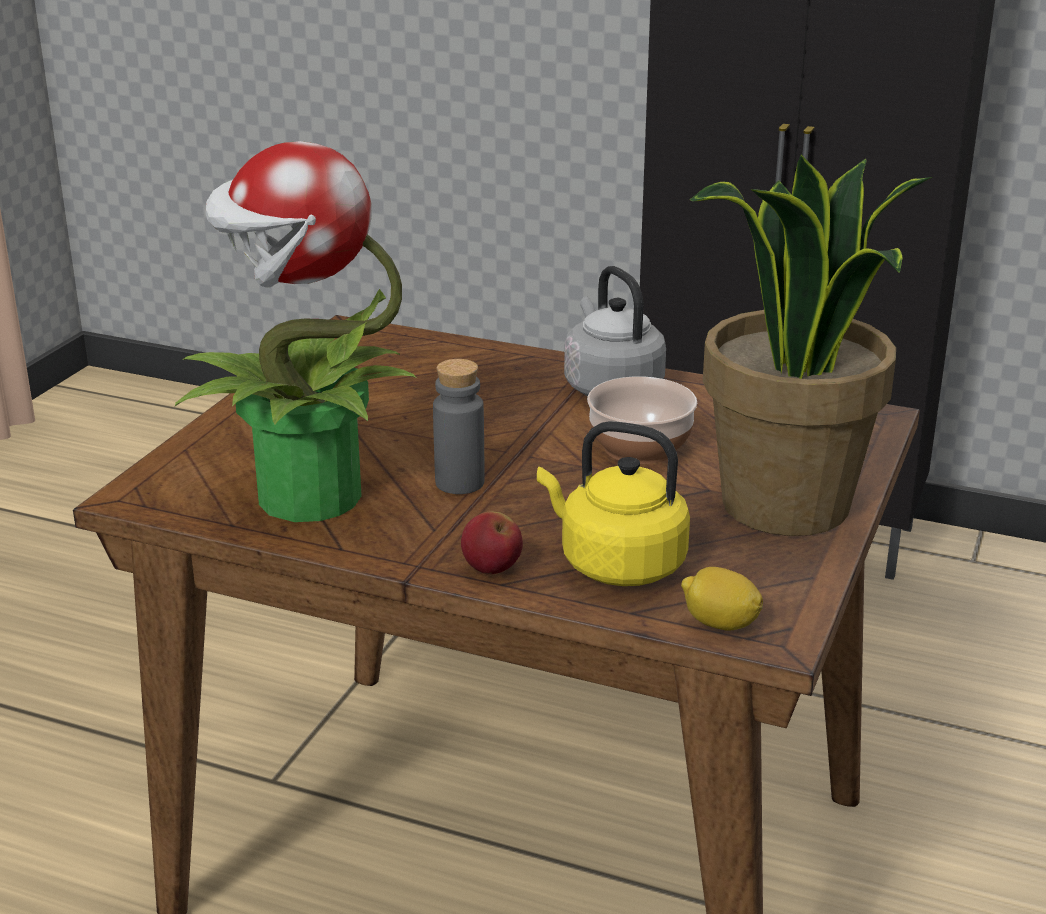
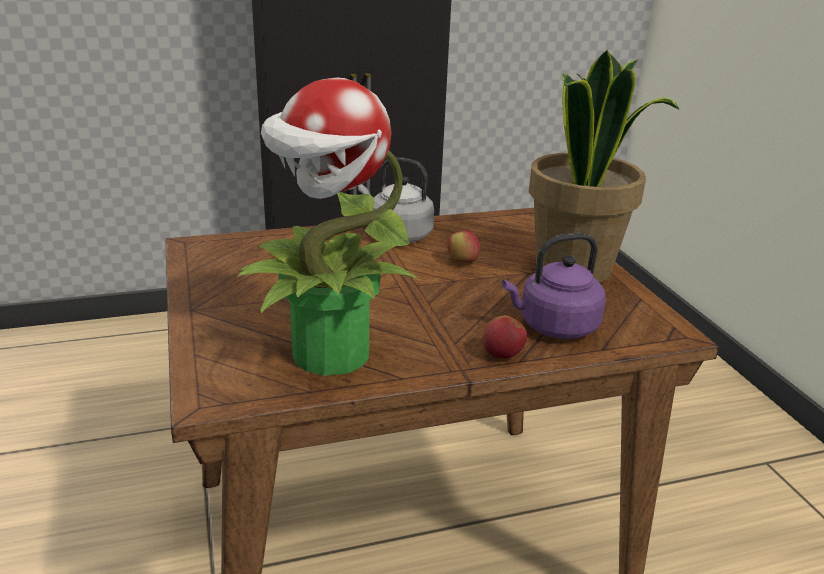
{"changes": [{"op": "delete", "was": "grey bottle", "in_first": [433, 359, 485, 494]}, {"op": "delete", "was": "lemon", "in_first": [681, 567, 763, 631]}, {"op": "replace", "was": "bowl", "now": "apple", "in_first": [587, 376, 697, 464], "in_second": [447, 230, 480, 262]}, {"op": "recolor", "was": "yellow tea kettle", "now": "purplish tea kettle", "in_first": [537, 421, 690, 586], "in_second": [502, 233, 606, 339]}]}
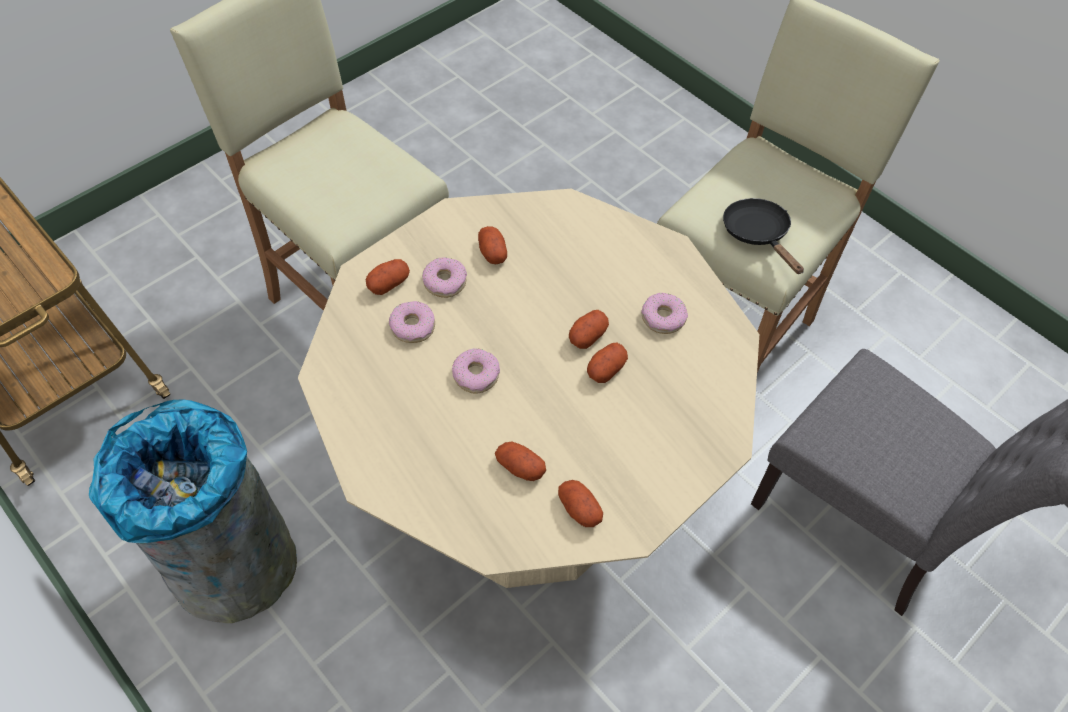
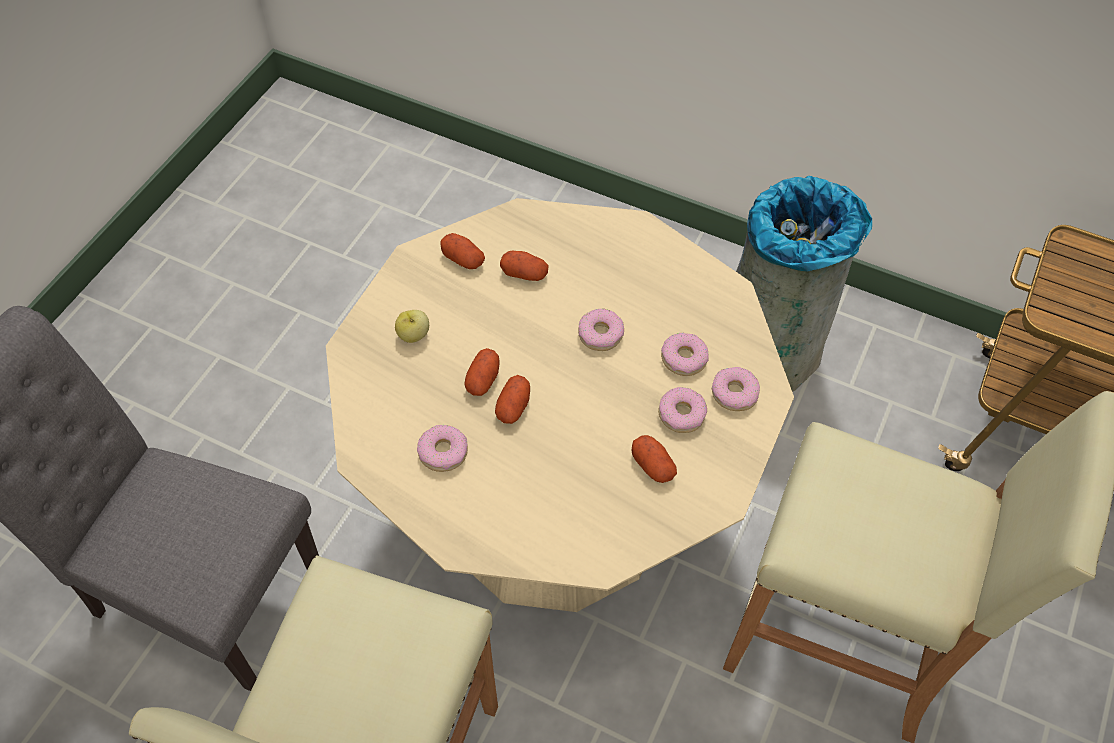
{"changes": [{"op": "delete", "was": "black pan", "in_first": [723, 198, 804, 274]}, {"op": "insert", "now": "apple", "in_second": [395, 310, 429, 343]}, {"op": "replace", "was": "spud", "now": "donut", "in_first": [366, 259, 410, 295], "in_second": [712, 367, 760, 411]}]}
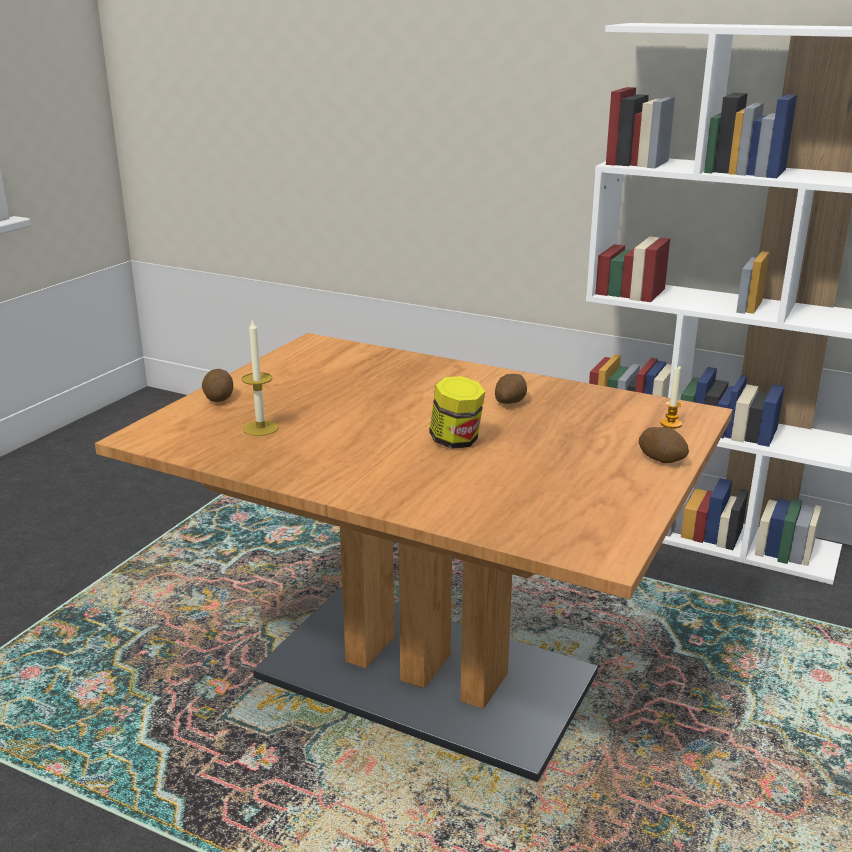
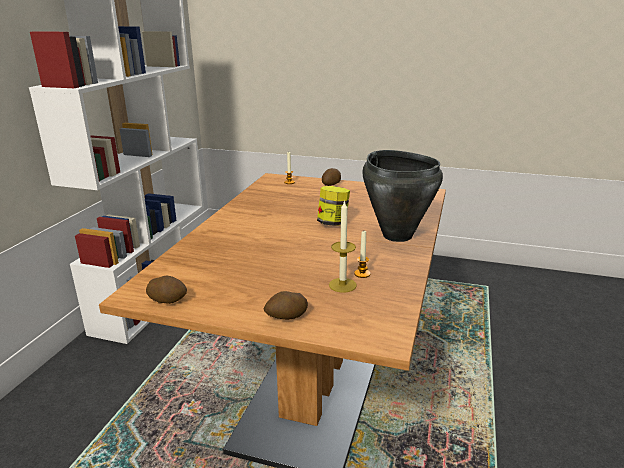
{"changes": [{"op": "insert", "now": "wax light", "in_second": [354, 231, 371, 278]}, {"op": "insert", "now": "black cooking pot", "in_second": [362, 150, 443, 242]}, {"op": "move", "was": "spud", "in_first": [495, 374, 527, 404], "in_second": [146, 276, 187, 304]}]}
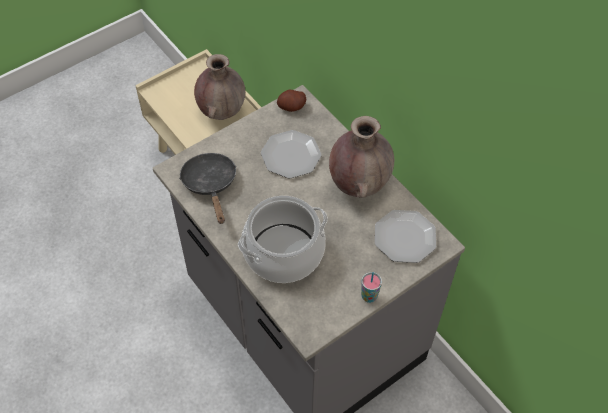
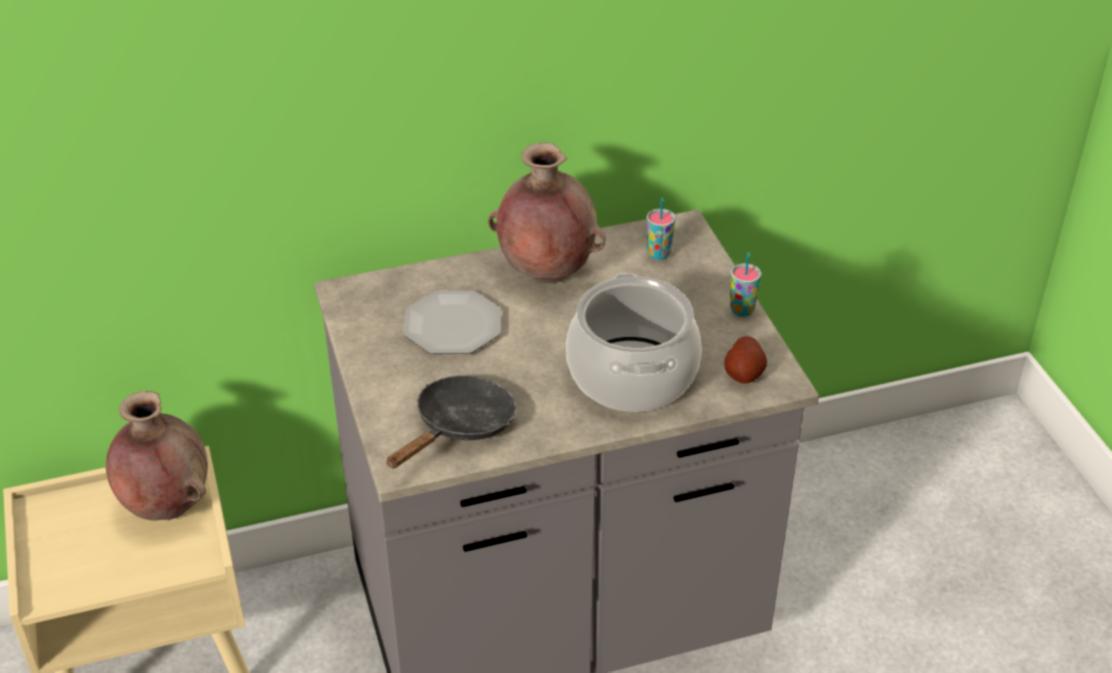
{"changes": [{"op": "move", "was": "spud", "in_first": [277, 90, 306, 112], "in_second": [724, 336, 767, 383]}, {"op": "replace", "was": "flat dish", "now": "cup", "in_first": [375, 210, 436, 263], "in_second": [647, 197, 675, 260]}, {"op": "rotate", "was": "black pan", "in_first": [179, 153, 236, 224], "in_second": [386, 376, 516, 468], "clockwise": 120}]}
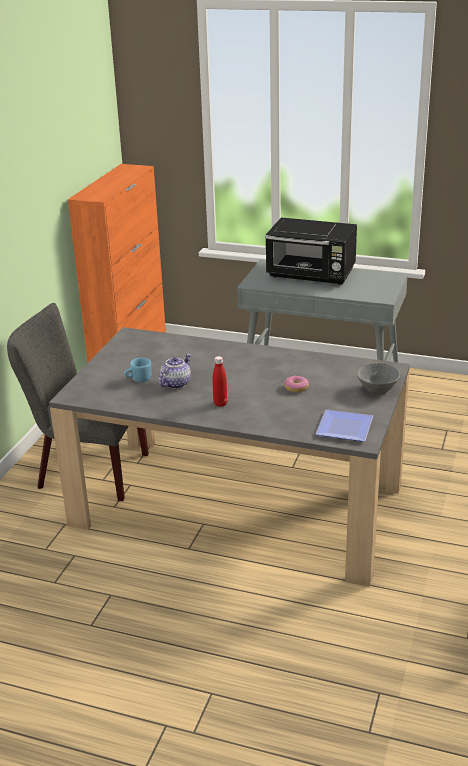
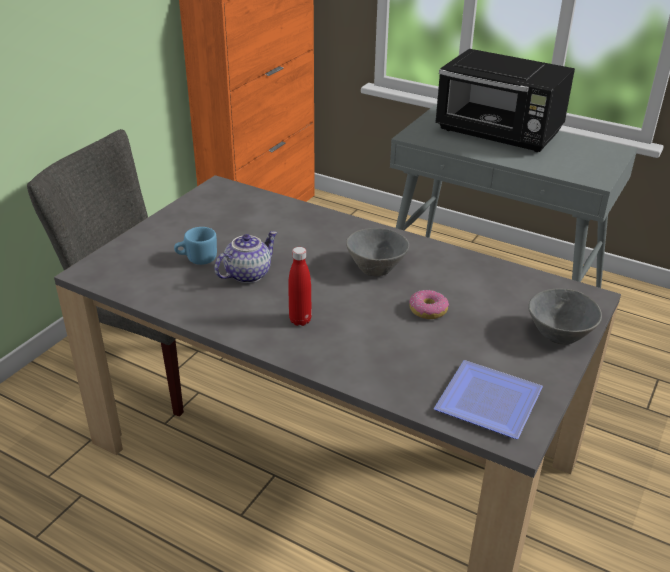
{"changes": [{"op": "insert", "now": "grey bowl", "in_second": [346, 228, 409, 277]}]}
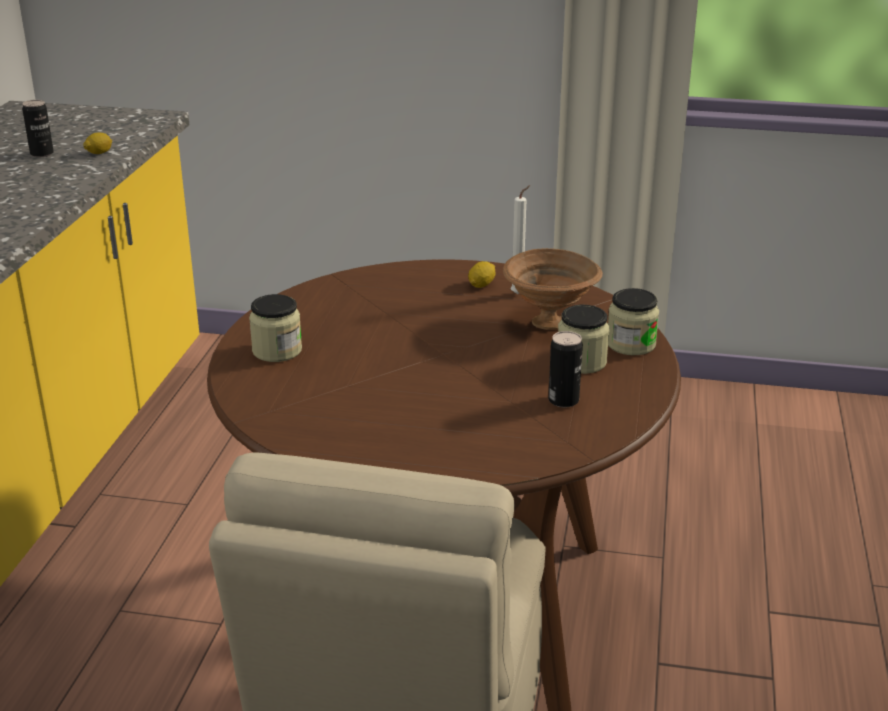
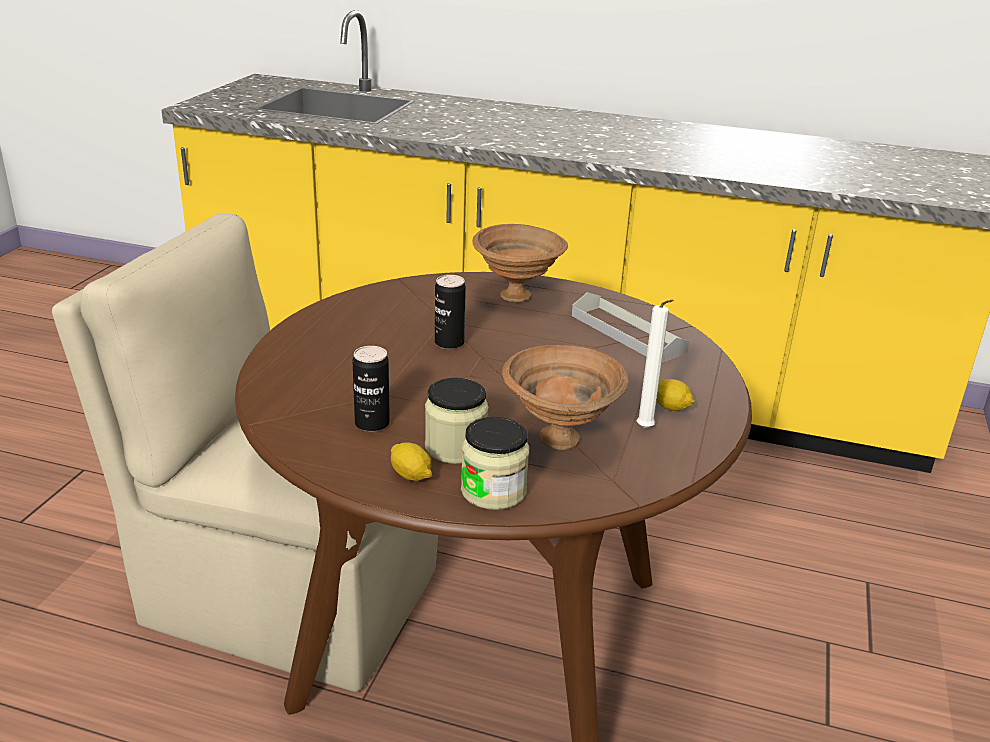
{"changes": [{"op": "insert", "now": "grey tray", "in_second": [572, 292, 689, 363]}, {"op": "move", "was": "metal can", "in_first": [22, 100, 54, 157], "in_second": [435, 275, 466, 349]}, {"op": "move", "was": "lemon", "in_first": [83, 133, 112, 154], "in_second": [391, 442, 432, 481]}, {"op": "replace", "was": "jar", "now": "brownish bowl", "in_first": [249, 294, 302, 362], "in_second": [472, 224, 568, 302]}]}
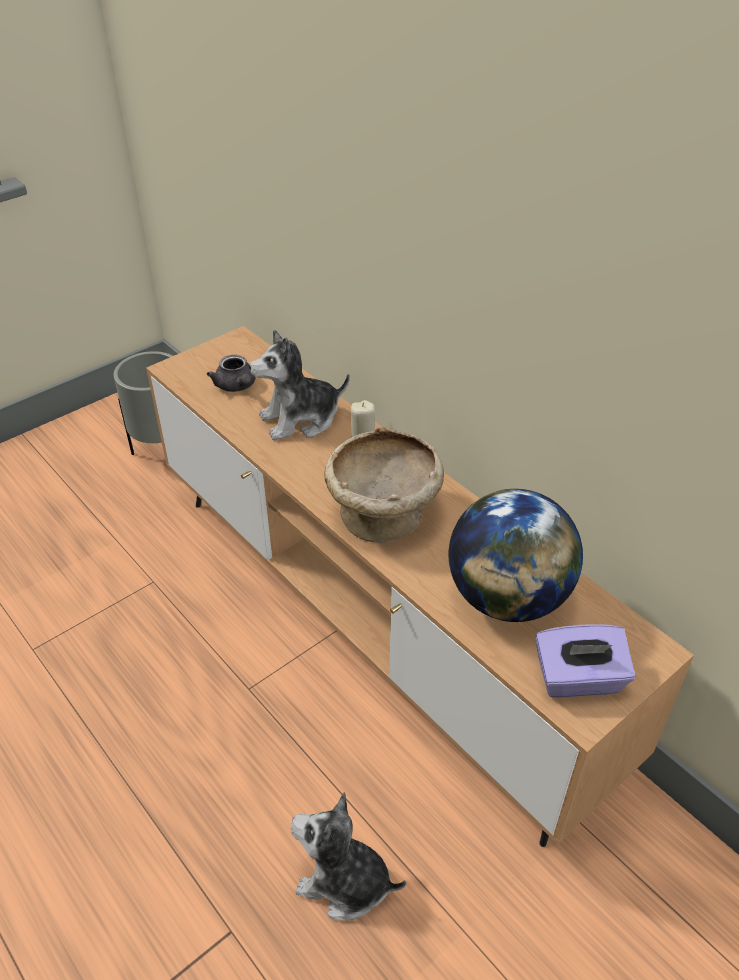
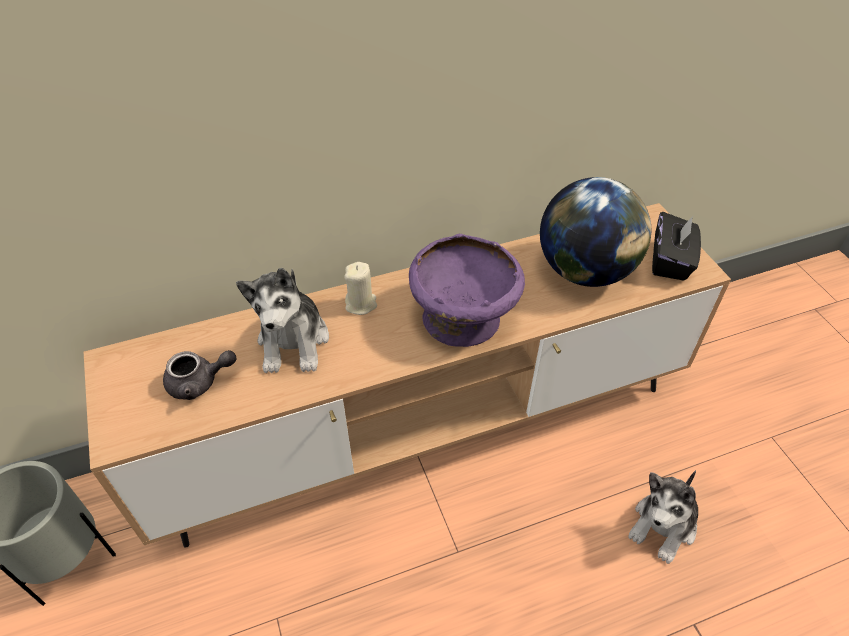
{"changes": [{"op": "recolor", "was": "beige bowl", "now": "purplish bowl", "in_first": [324, 426, 444, 543], "in_second": [409, 234, 525, 347]}, {"op": "recolor", "was": "purplish tissue box", "now": "black tissue box", "in_first": [535, 624, 635, 698], "in_second": [652, 212, 701, 281]}]}
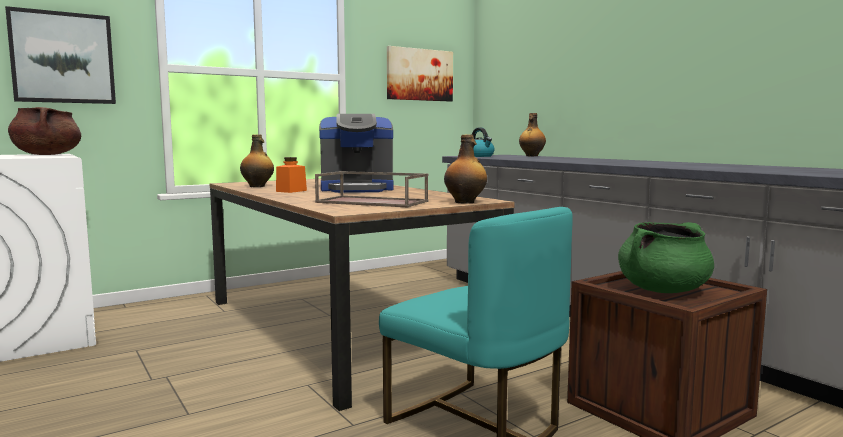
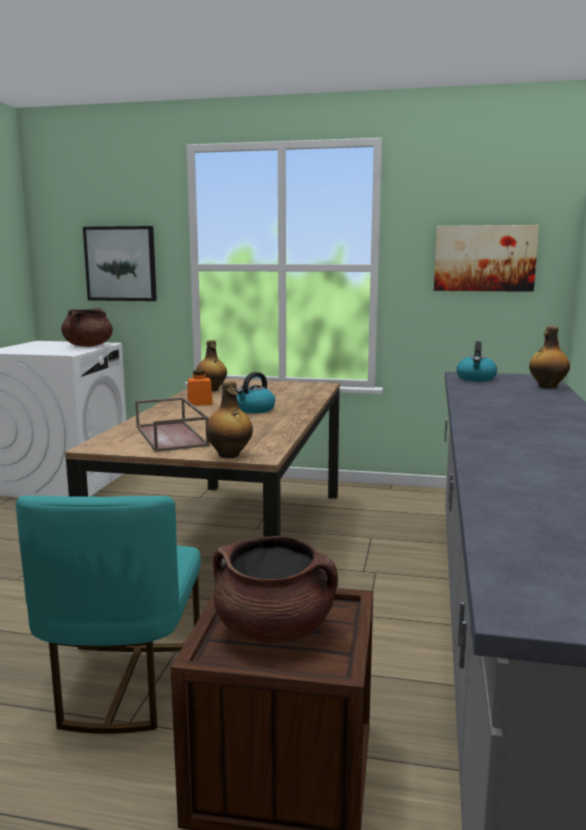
{"changes": [{"op": "replace", "was": "coffee machine", "now": "tea kettle", "in_first": [319, 114, 393, 193], "in_second": [236, 372, 275, 413]}, {"op": "recolor", "was": "green-coloured cooking pot", "now": "brownish cooking pot", "in_first": [618, 222, 714, 293], "in_second": [213, 536, 338, 643]}]}
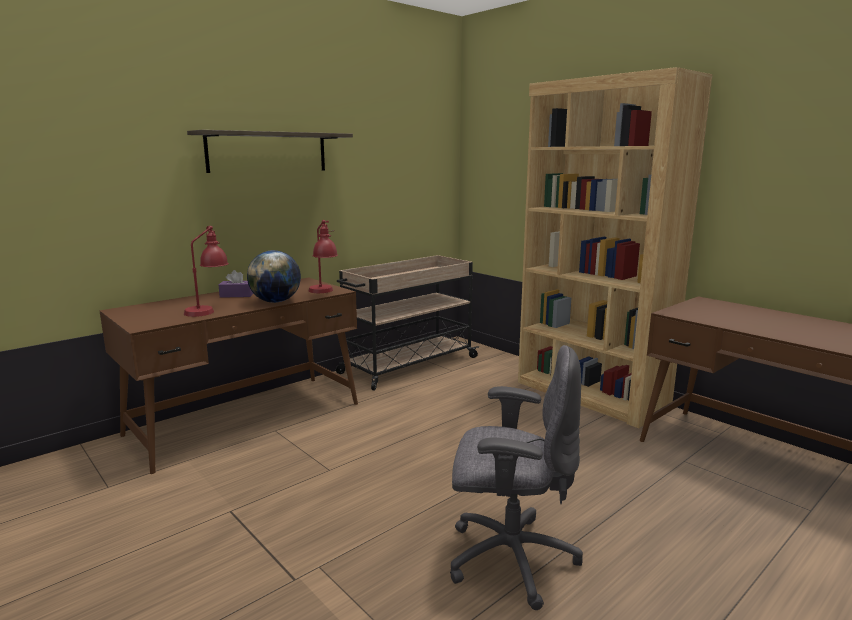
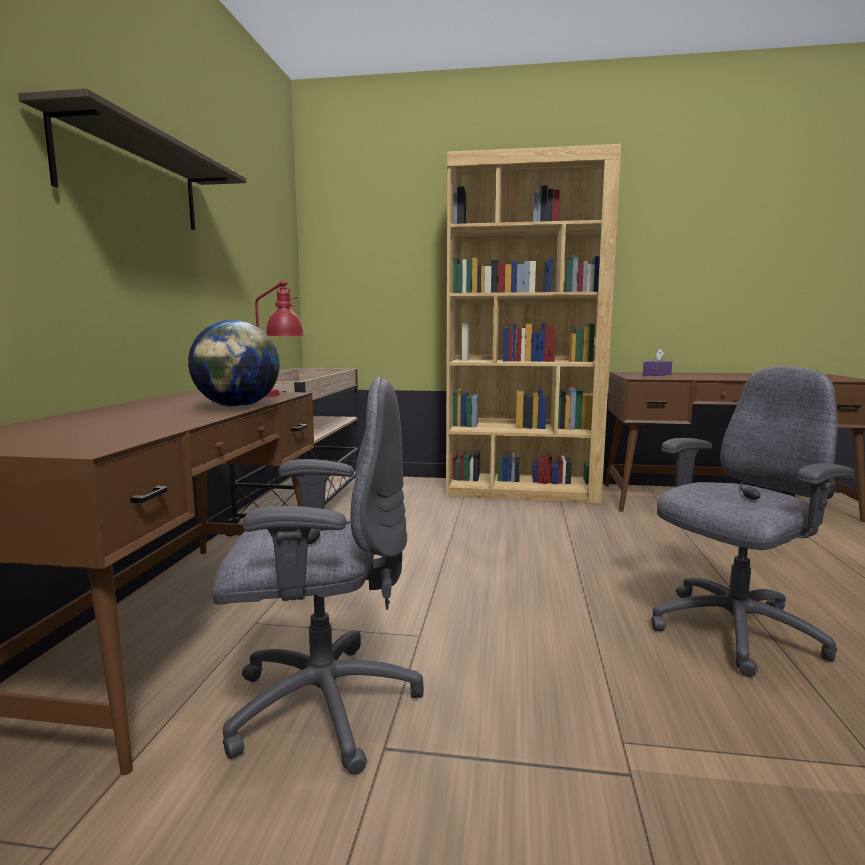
{"changes": [{"op": "delete", "was": "reddish table lamp", "in_first": [184, 226, 229, 317]}, {"op": "insert", "now": "grey desk chair", "in_second": [212, 377, 424, 775]}, {"op": "move", "was": "purplish tissue box", "in_first": [219, 270, 254, 298], "in_second": [643, 349, 672, 376]}]}
